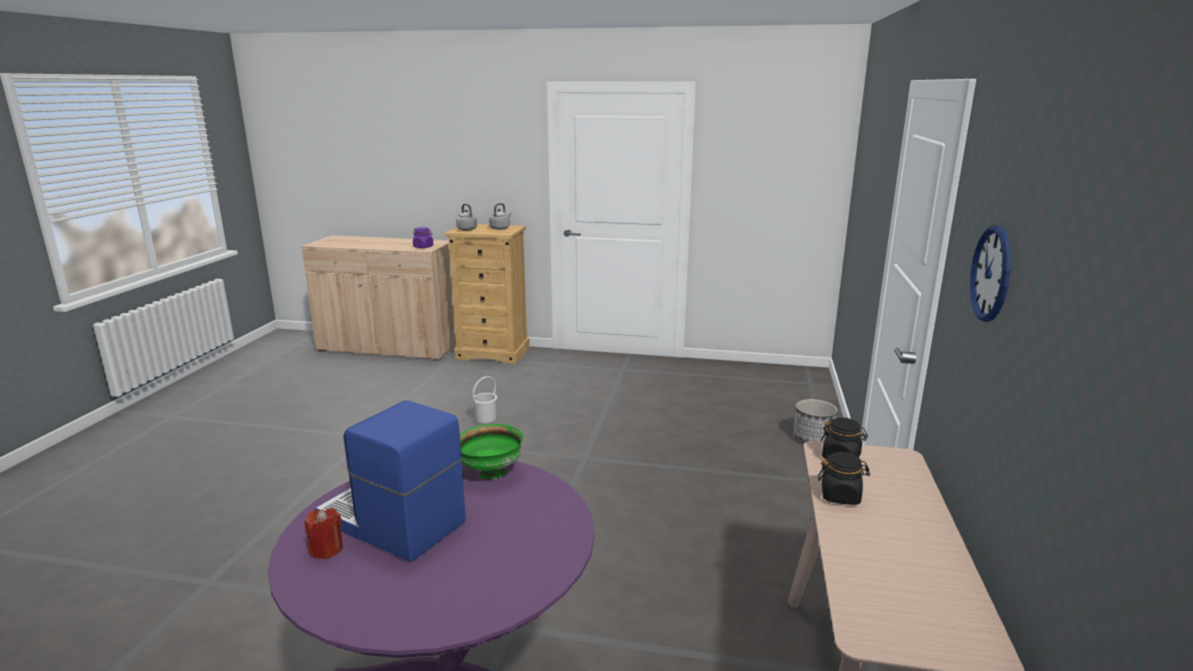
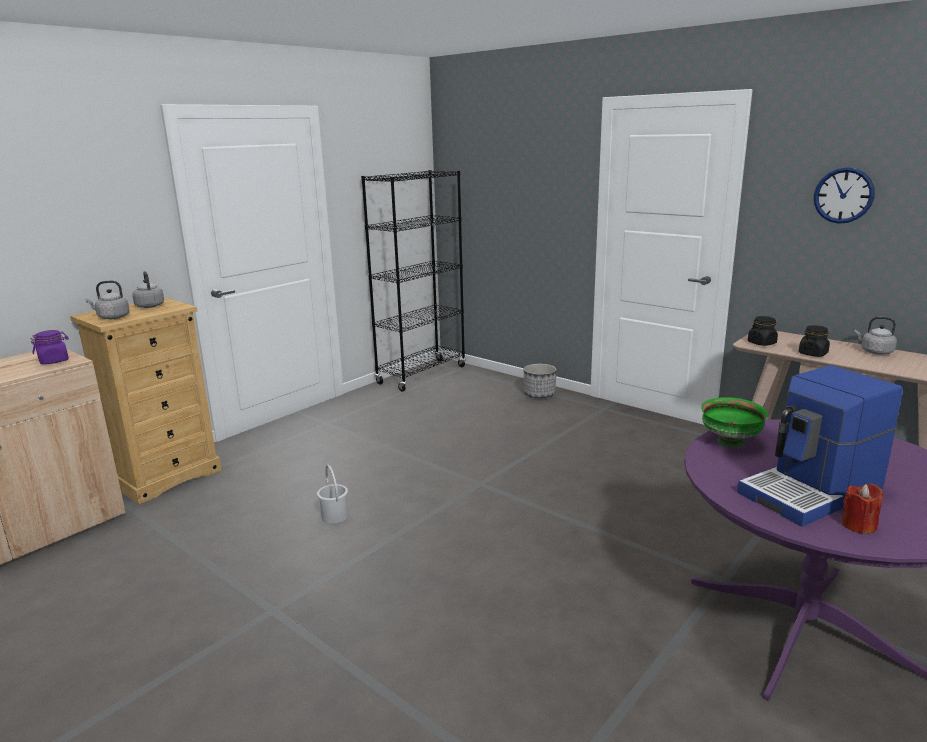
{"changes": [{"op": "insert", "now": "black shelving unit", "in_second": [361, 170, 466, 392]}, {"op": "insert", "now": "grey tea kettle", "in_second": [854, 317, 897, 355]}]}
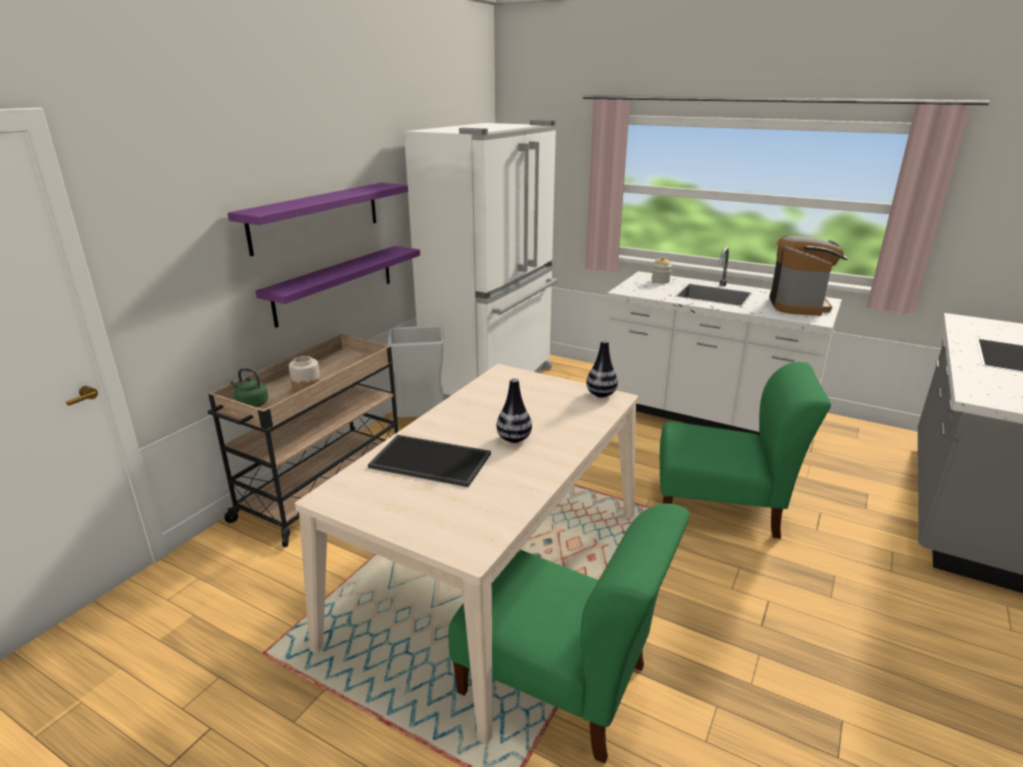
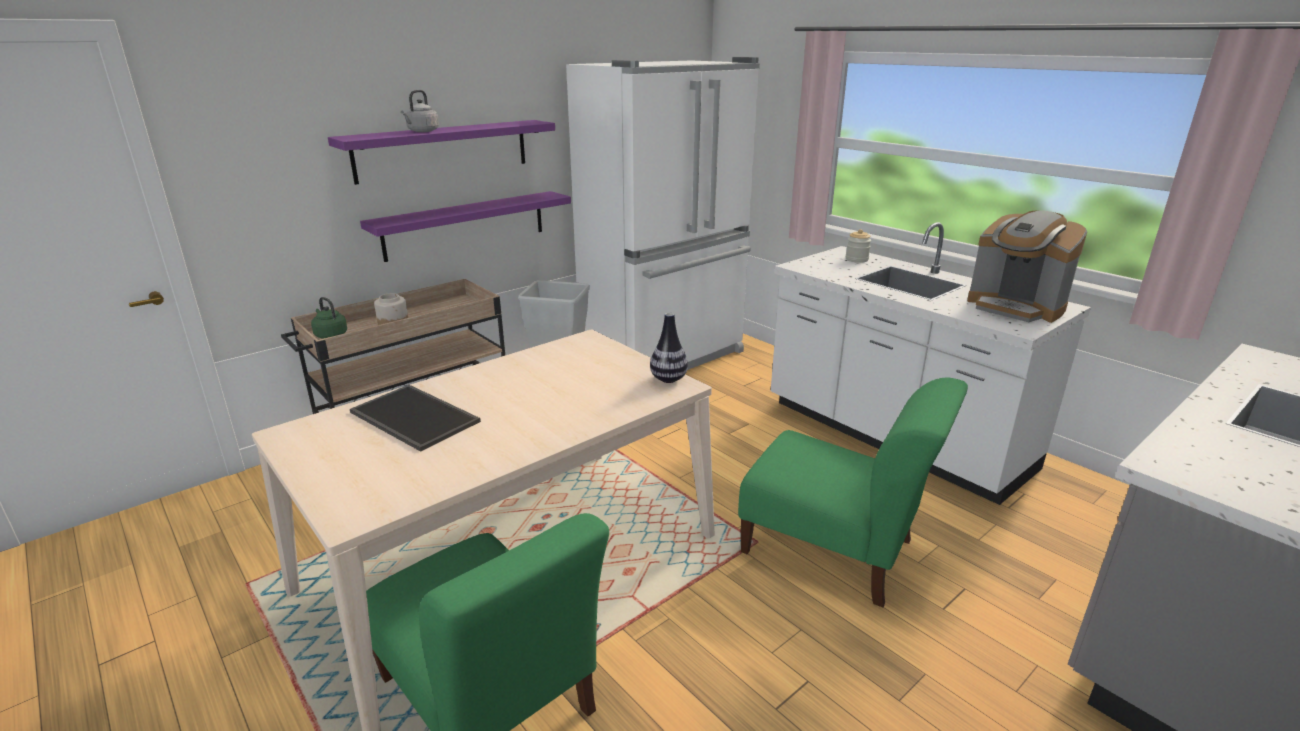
{"changes": [{"op": "delete", "was": "vase", "in_first": [496, 378, 532, 443]}, {"op": "insert", "now": "grey tea kettle", "in_second": [401, 90, 439, 132]}, {"op": "rotate", "was": "coffee machine", "in_first": [769, 236, 848, 316], "in_second": [967, 210, 1087, 323], "clockwise": 105}]}
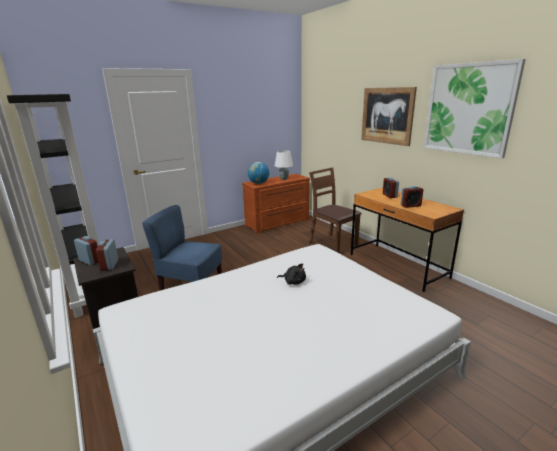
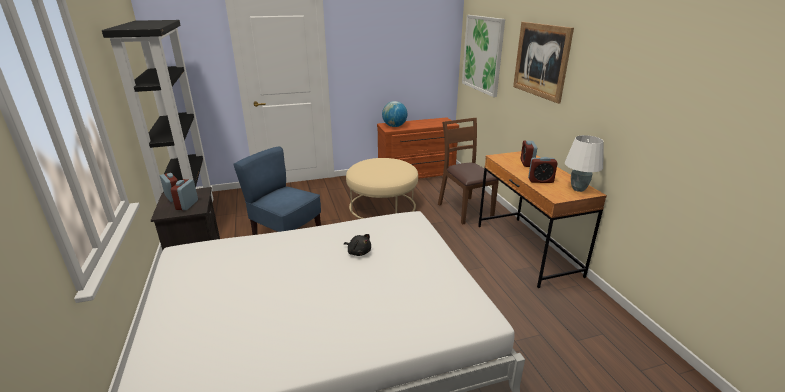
{"changes": [{"op": "insert", "now": "beige ottoman", "in_second": [346, 158, 418, 219]}, {"op": "move", "was": "whitish table lamp", "in_first": [275, 150, 293, 180], "in_second": [565, 135, 604, 192]}, {"op": "move", "was": "wall art", "in_first": [424, 59, 526, 158], "in_second": [462, 15, 505, 97]}]}
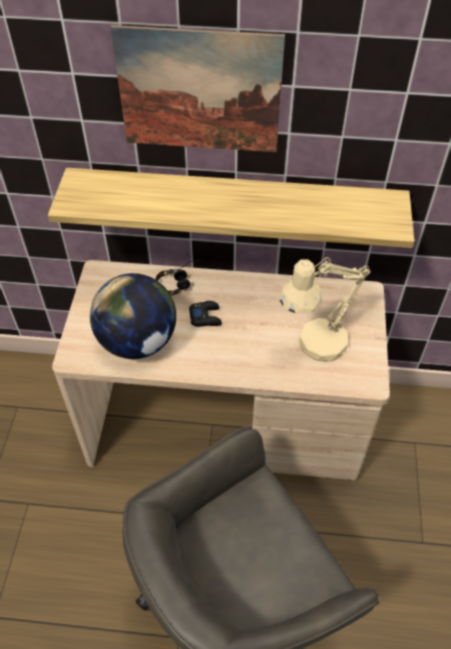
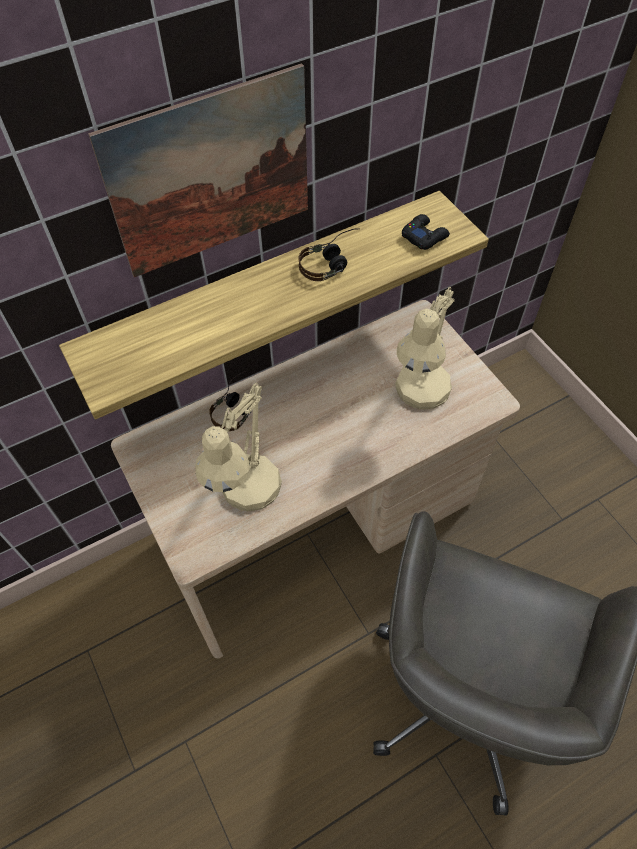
{"changes": [{"op": "insert", "now": "headphones", "in_second": [298, 228, 358, 281]}, {"op": "move", "was": "black gamepad", "in_first": [189, 301, 222, 327], "in_second": [402, 214, 450, 250]}, {"op": "replace", "was": "desk globe", "now": "beige table lamp", "in_first": [90, 273, 176, 359], "in_second": [195, 383, 282, 511]}]}
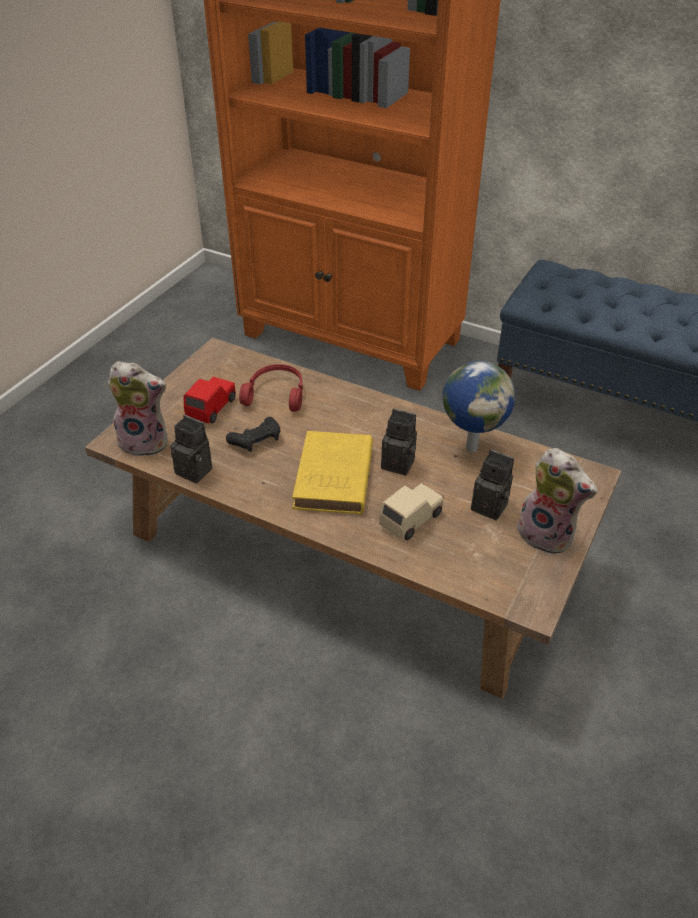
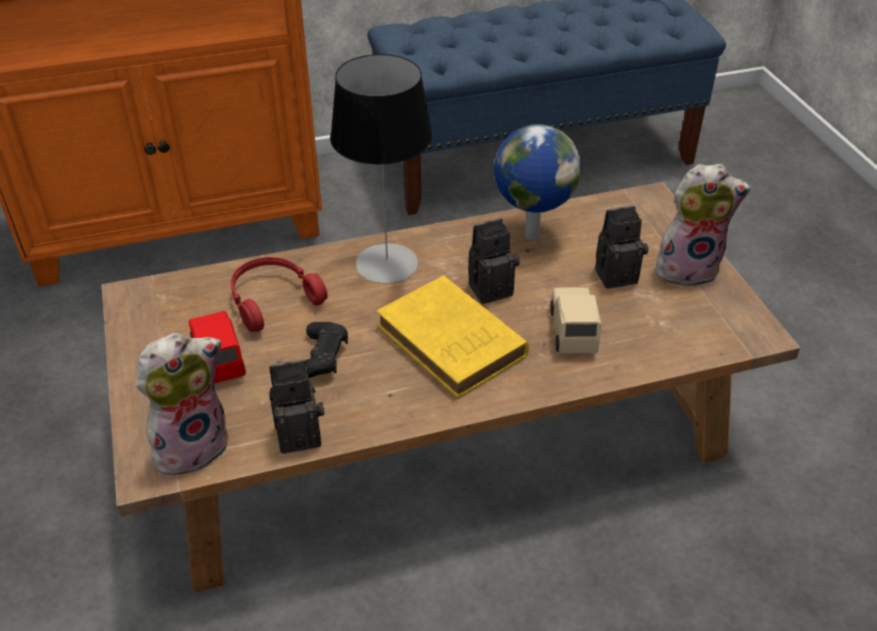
{"changes": [{"op": "insert", "now": "table lamp", "in_second": [330, 54, 432, 283]}]}
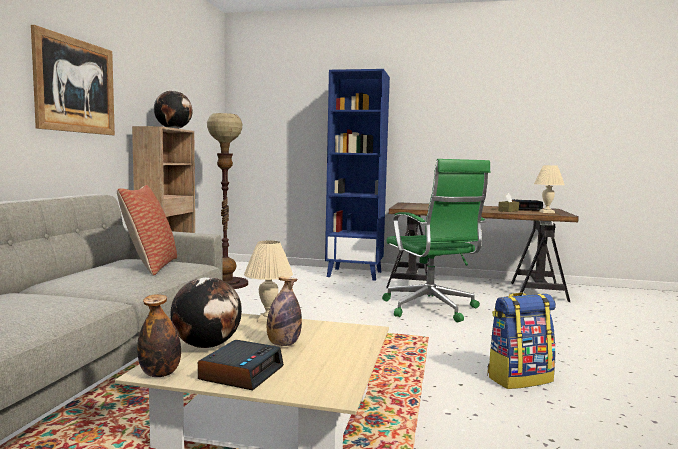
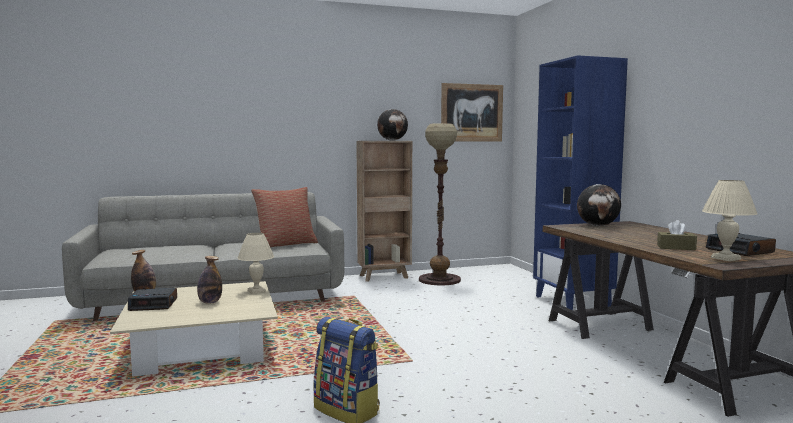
{"changes": [{"op": "delete", "was": "green-coloured desk chair", "in_first": [382, 159, 490, 322]}, {"op": "move", "was": "wall art", "in_first": [31, 25, 115, 135], "in_second": [441, 83, 503, 142]}, {"op": "move", "was": "desk globe", "in_first": [170, 277, 242, 348], "in_second": [577, 184, 621, 226]}]}
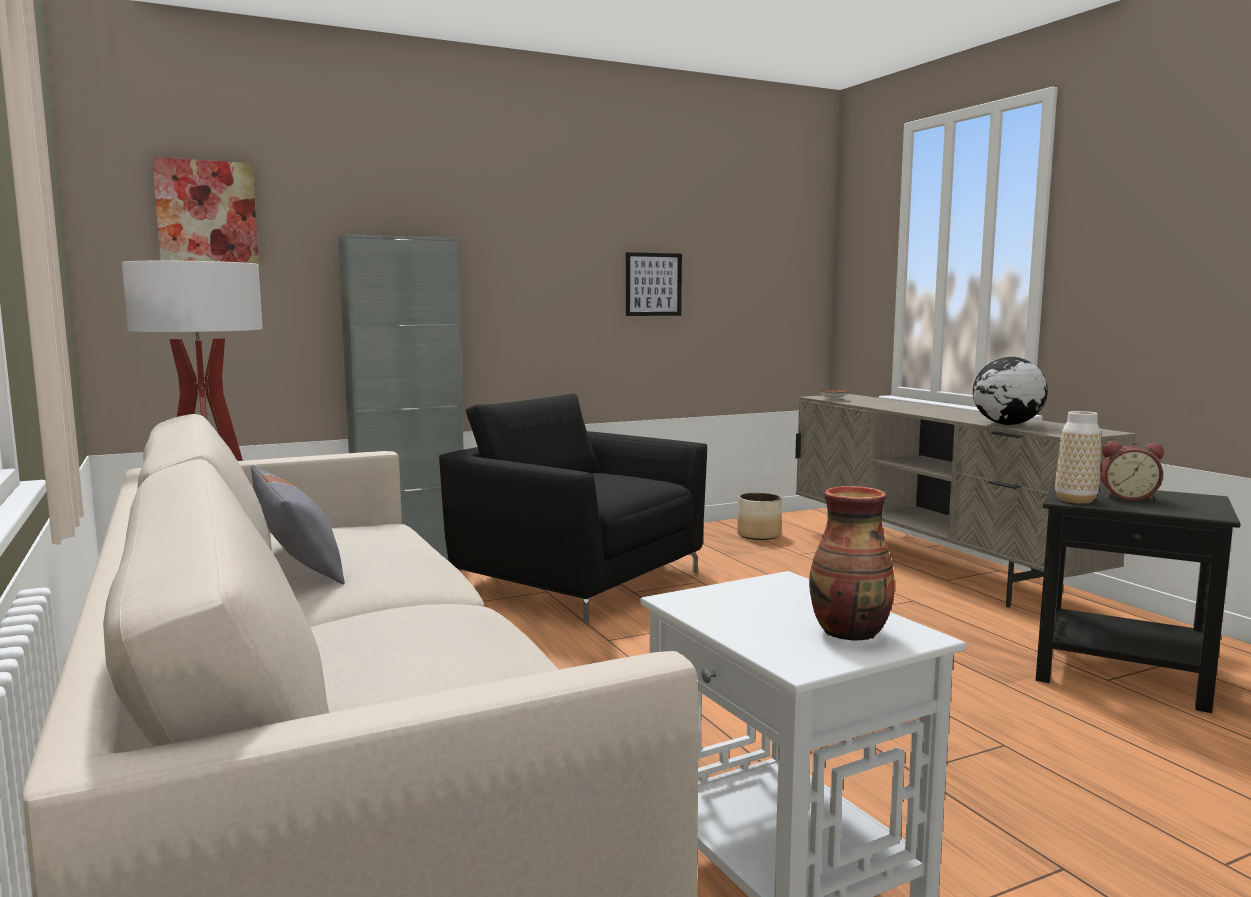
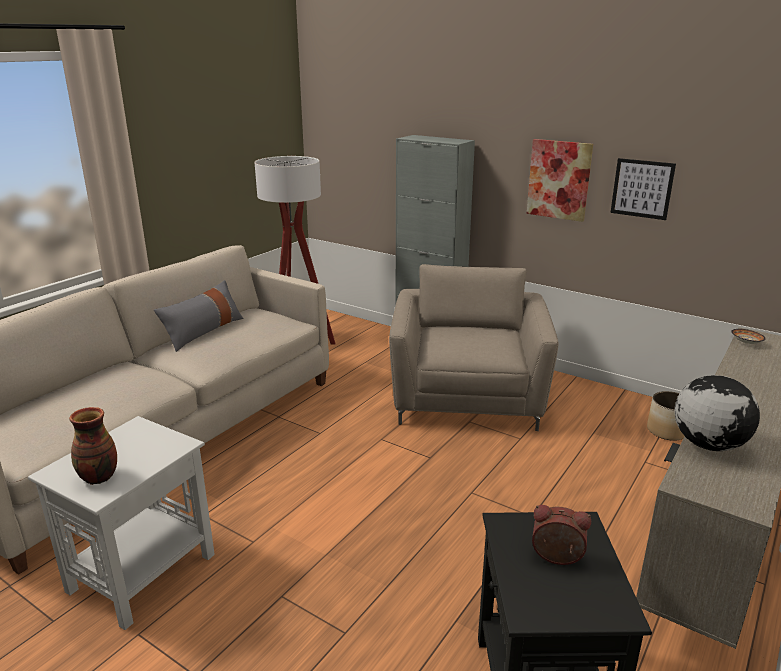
{"changes": [{"op": "delete", "was": "vase", "in_first": [1055, 411, 1101, 504]}, {"op": "move", "was": "wall art", "in_first": [152, 157, 260, 277], "in_second": [527, 139, 593, 222]}, {"op": "recolor", "was": "black armchair", "now": "beige armchair", "in_first": [439, 394, 707, 624], "in_second": [389, 264, 559, 431]}, {"op": "rotate", "was": "table clock", "in_first": [1100, 441, 1164, 501], "in_second": [532, 505, 591, 565], "clockwise": 120}]}
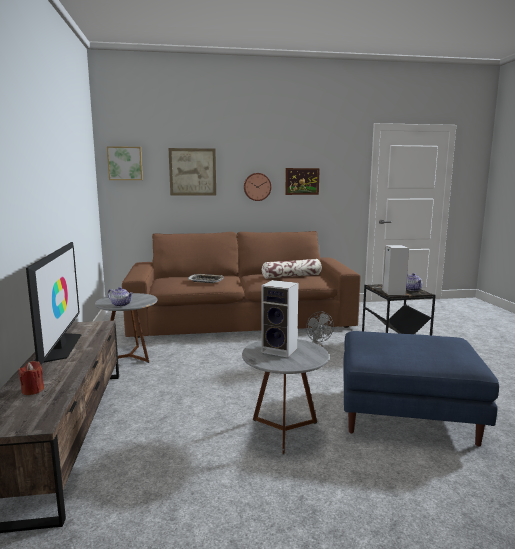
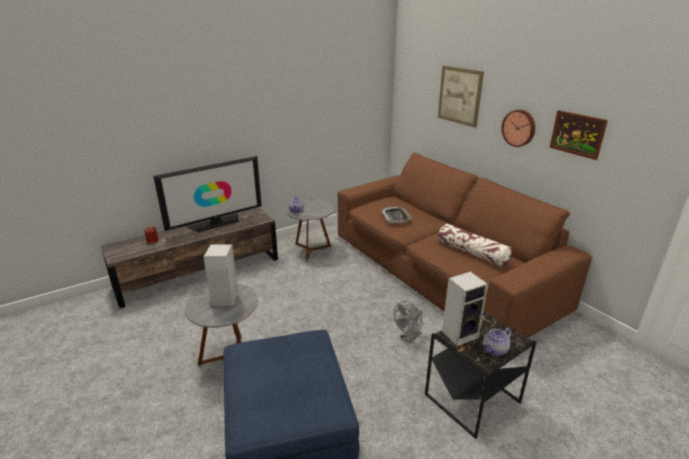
{"changes": [{"op": "delete", "was": "wall art", "in_first": [107, 146, 143, 180]}]}
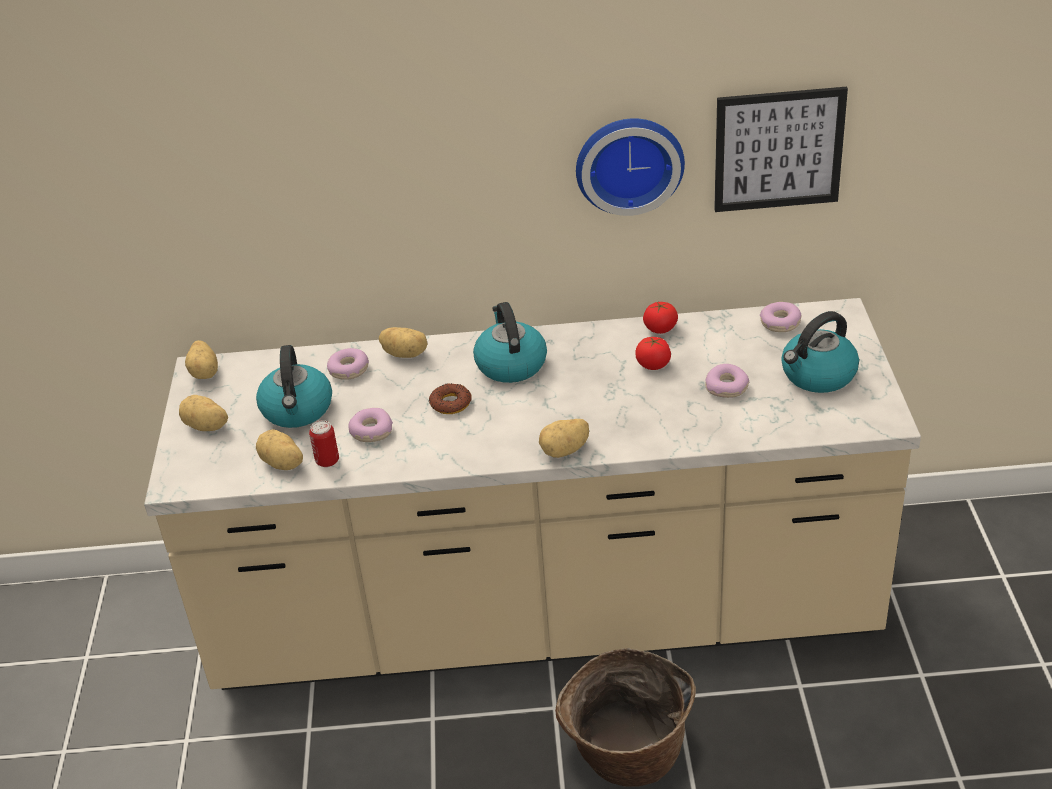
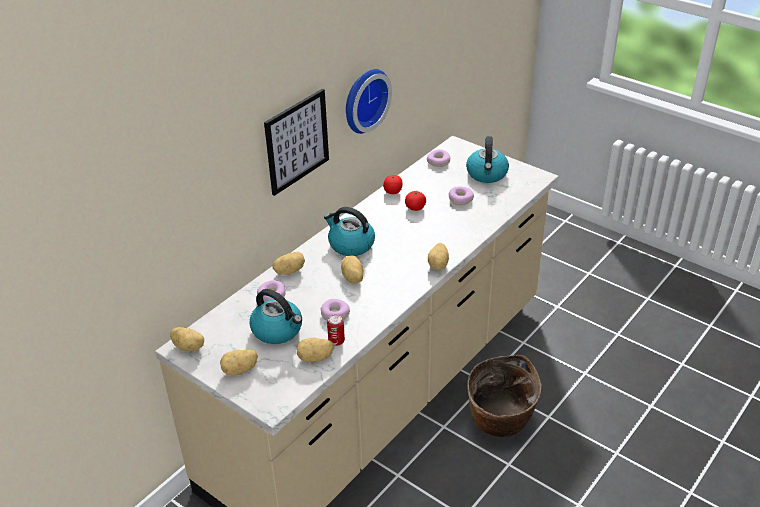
{"changes": [{"op": "move", "was": "wall art", "in_first": [714, 87, 848, 212], "in_second": [264, 89, 329, 196]}, {"op": "replace", "was": "donut", "now": "spud", "in_first": [429, 383, 472, 414], "in_second": [341, 256, 363, 284]}]}
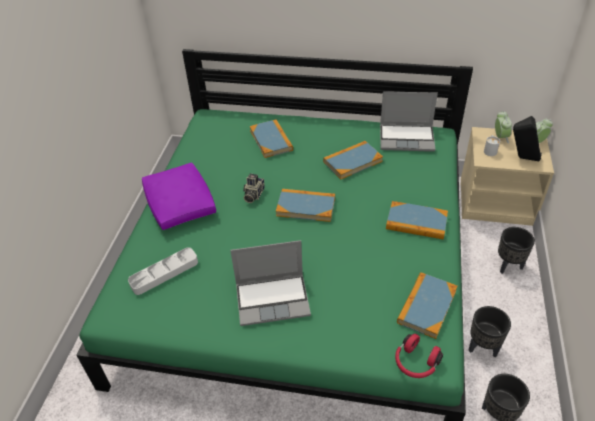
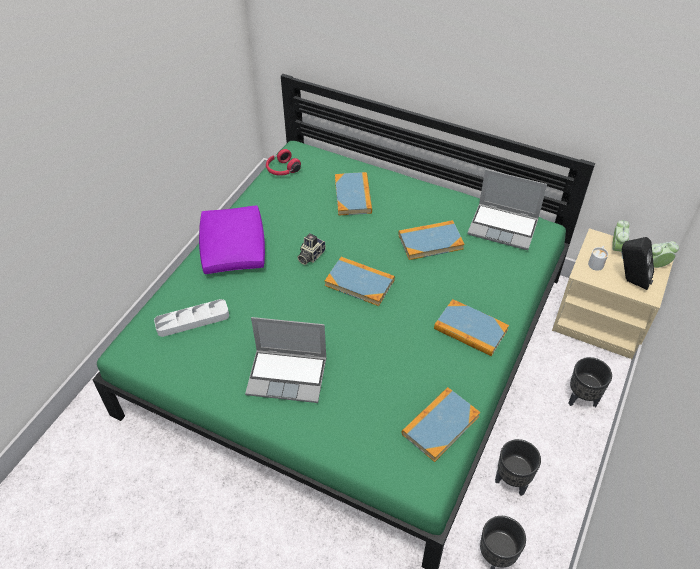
{"changes": [{"op": "move", "was": "reddish headphones", "in_first": [395, 334, 443, 378], "in_second": [266, 149, 301, 176]}]}
